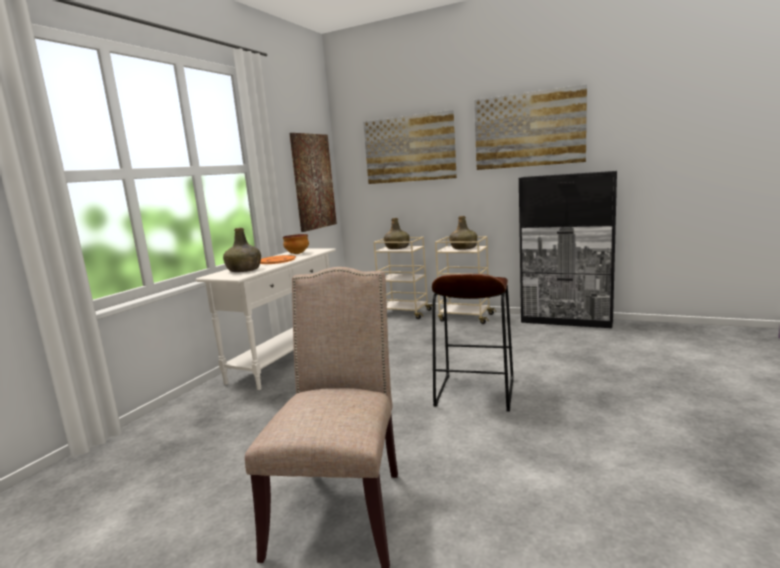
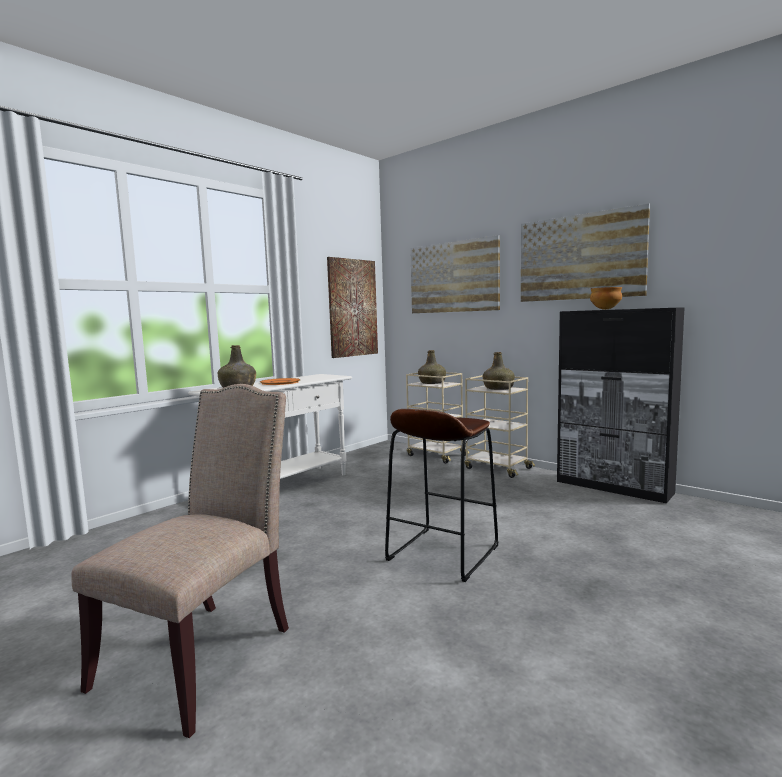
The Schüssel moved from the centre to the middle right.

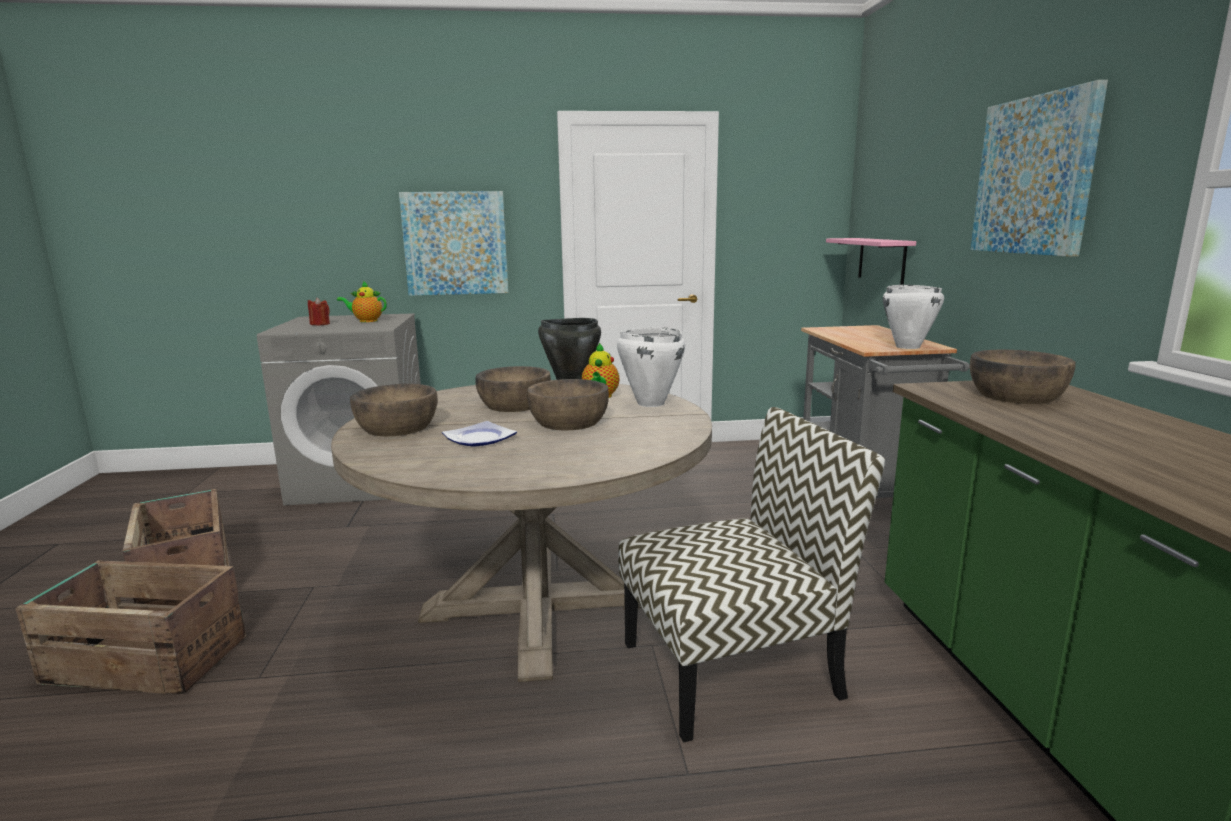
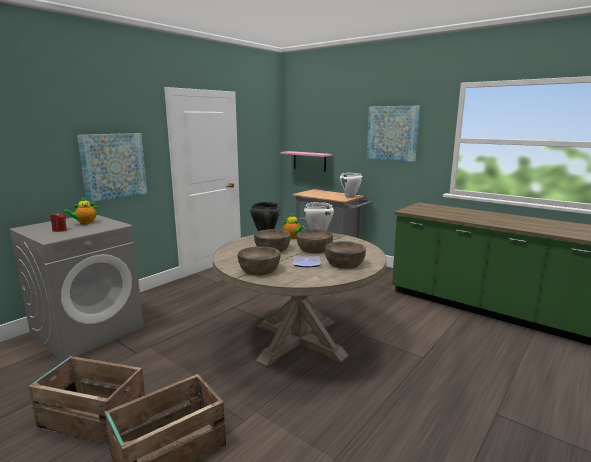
The Stuhl at the bottom centre disappeared. The Schüssel (braun) (4th from left) moved from the middle right to the centre.

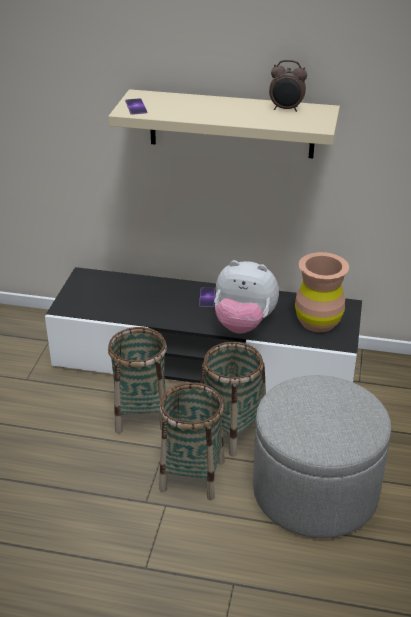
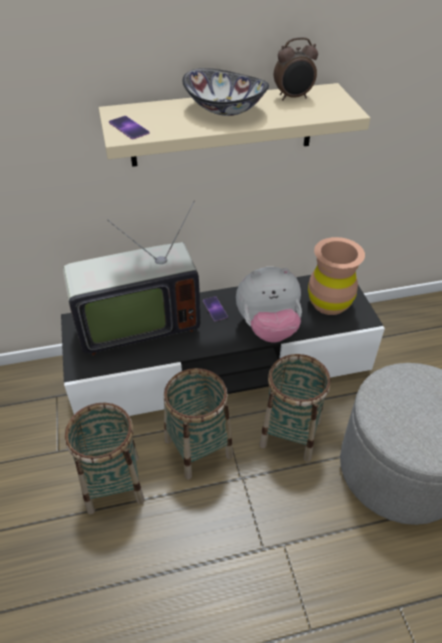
The Korb (2nd from left in the first image) moved from the bottom centre to the bottom left. The Fernseher at the middle left appeared. The Schüssel at the top centre appeared.

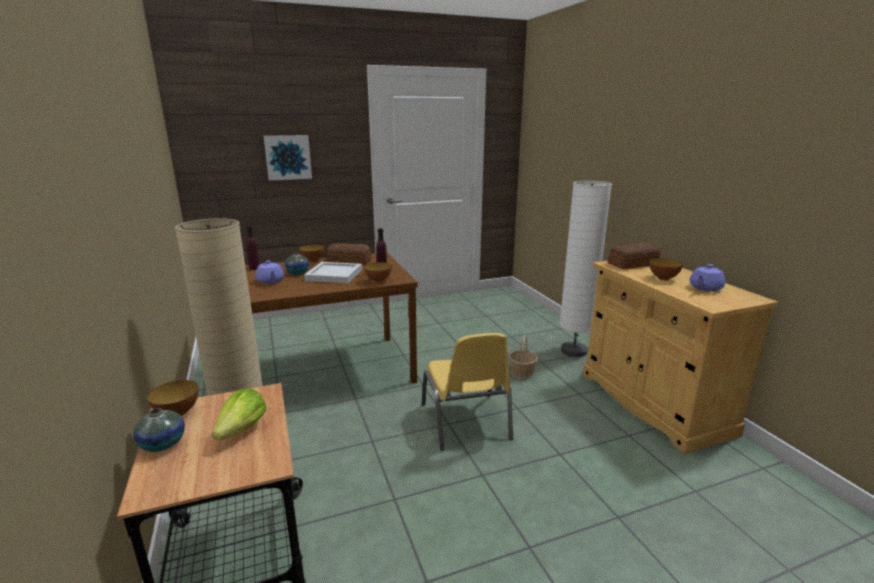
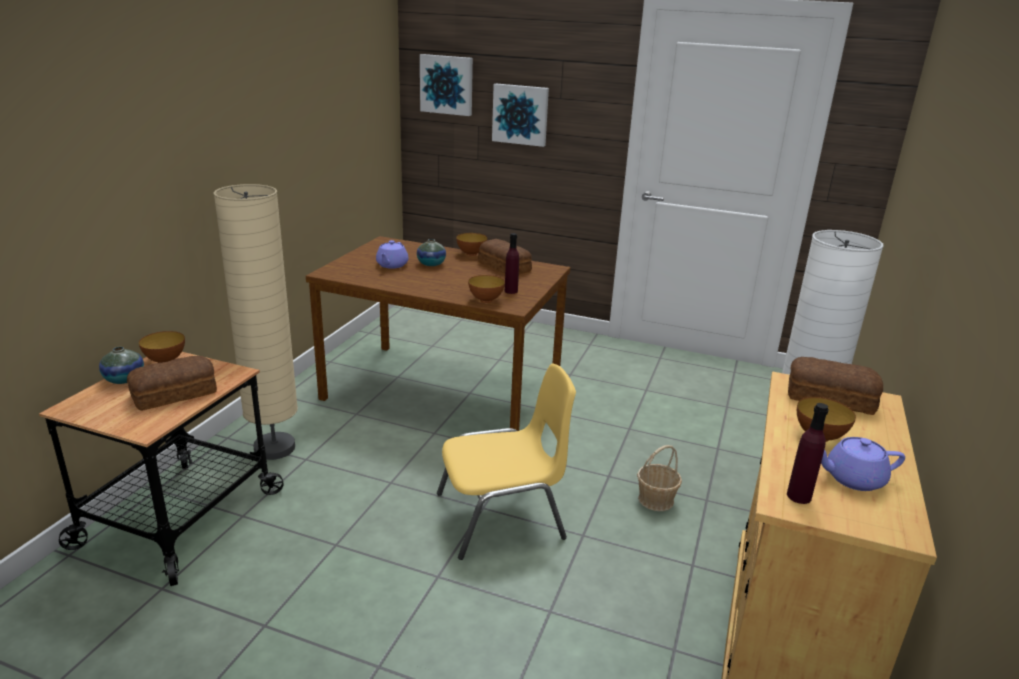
The Salatkopf at the bottom left was replaced by the Brot (1st from left) at the middle left. The Flasche (lila) (1st from left in the first image) moved from the middle left to the bottom right. The Tablett (weiß) at the centre disappeared. The Stuhl (gelb) at the bottom centre turned 135 degrees counterclockwise. The Bild (1st from left) at the top centre appeared.

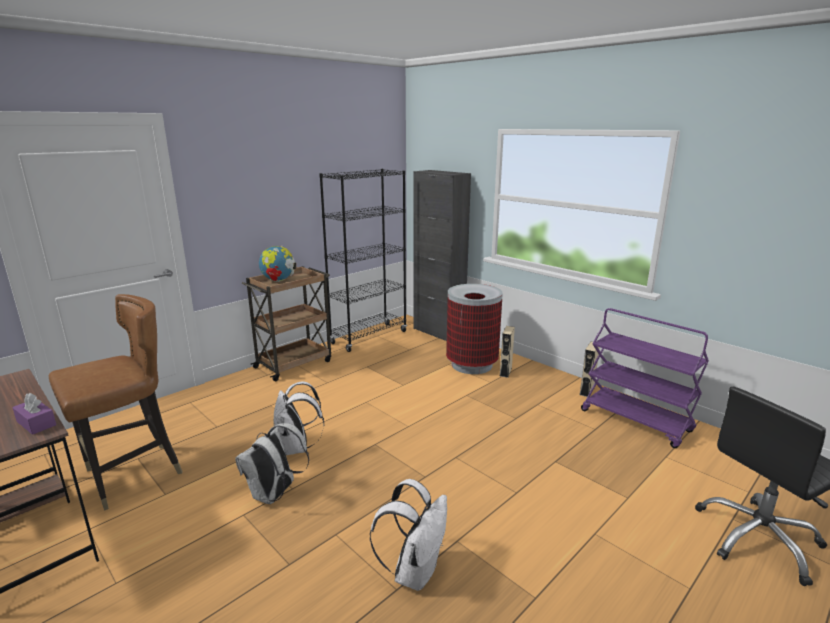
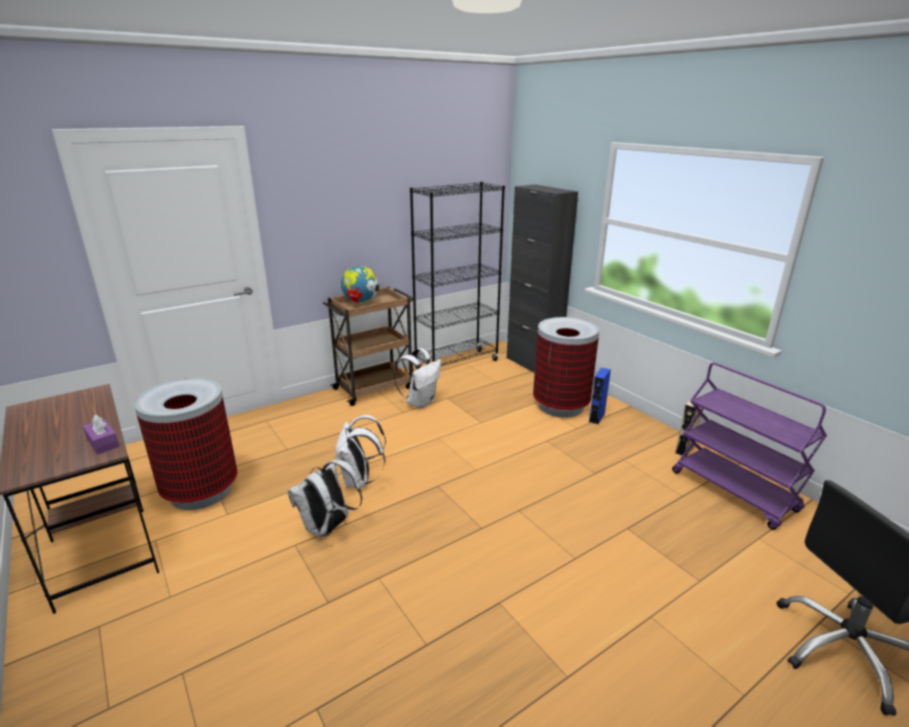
The Stuhl (braun) at the middle left was replaced by the Mülleimer (1st from left) at the middle left. The Rucksack (weiß) (3rd from left) moved from the bottom centre to the centre. The Lautsprecher (beige) (1st from left) at the centre became the Lautsprecher (blau) at the centre.

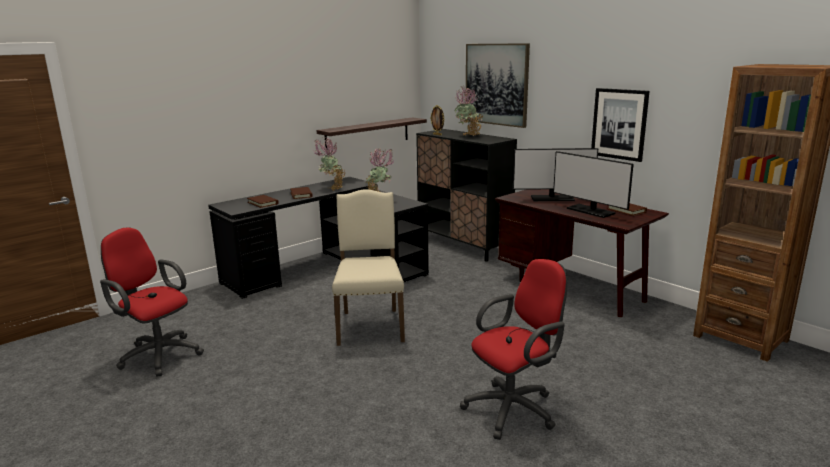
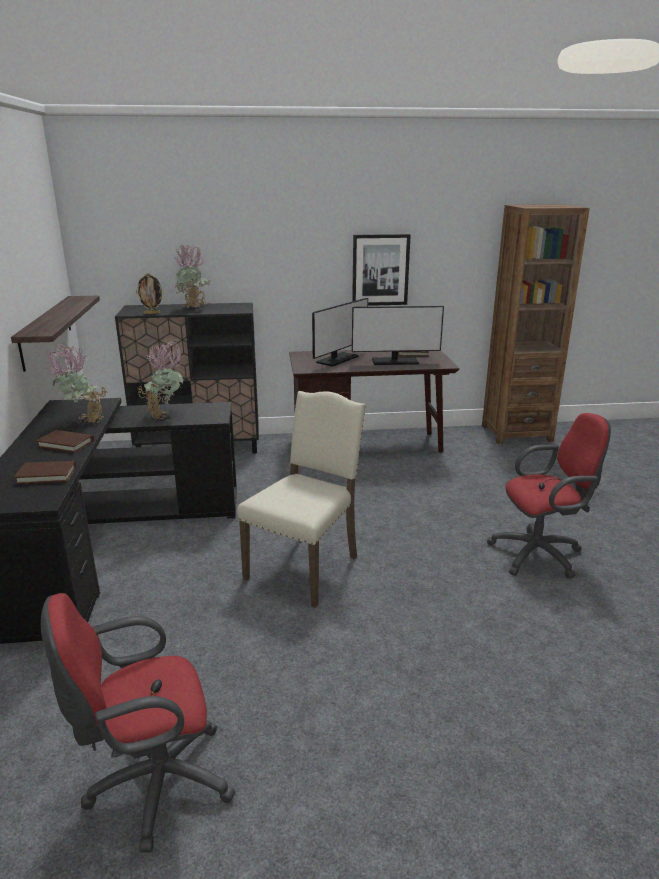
The Stuhl (beige) at the centre turned 90 degrees clockwise. The Bürostuhl (rot) (2nd from left) at the bottom centre turned 75 degrees clockwise. The Bild (1st from left) at the top centre disappeared.

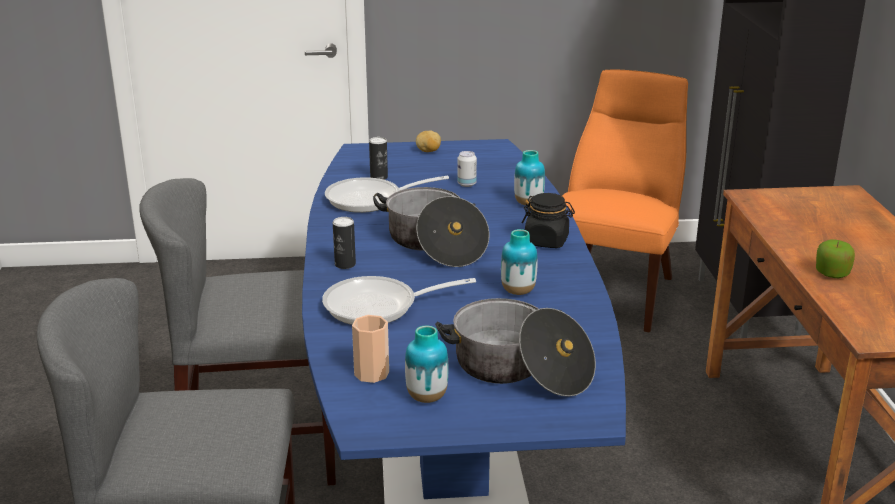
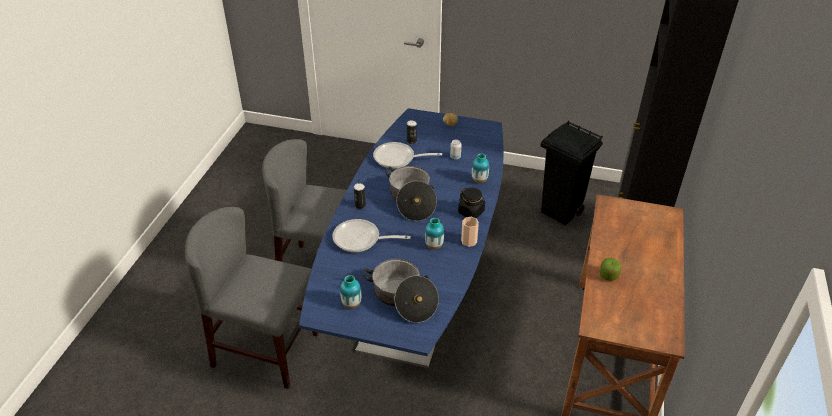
The Tasse moved from the bottom centre to the centre. The Stuhl (orange) at the middle right was replaced by the Mülleimer (schwarz) at the middle right.

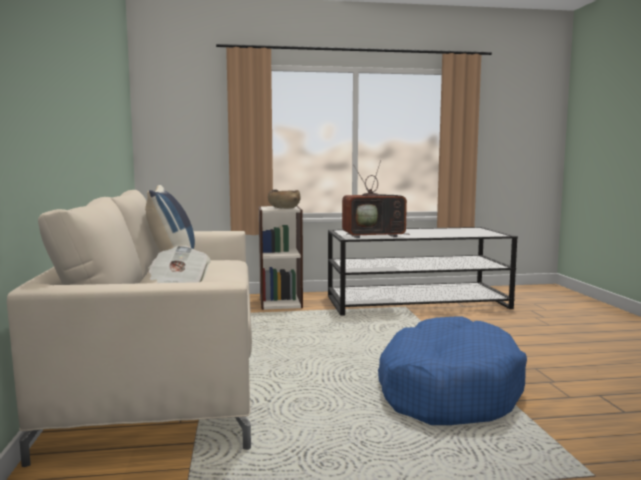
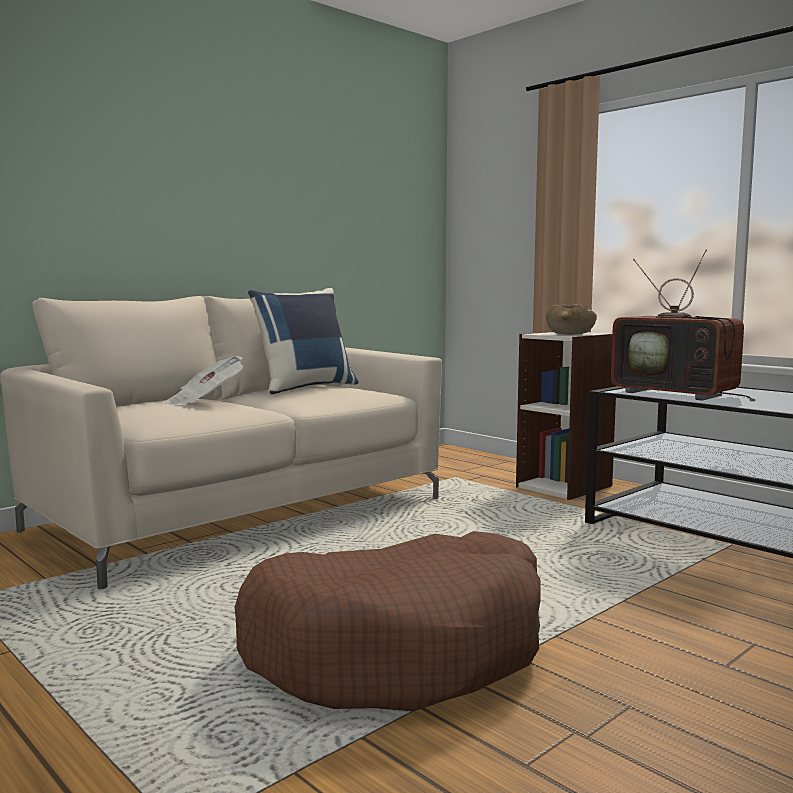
The Hundebett (blau) at the bottom right became the Hundebett (braun) at the bottom centre.

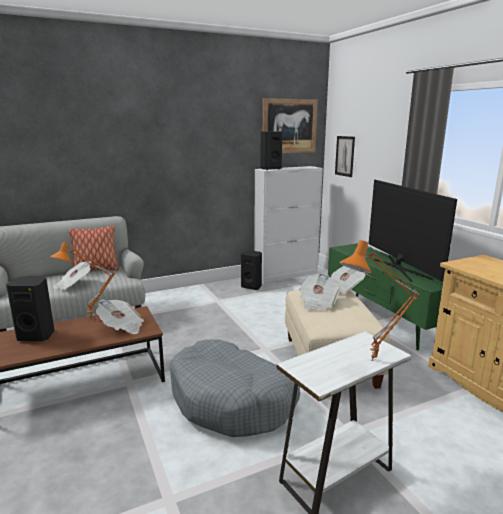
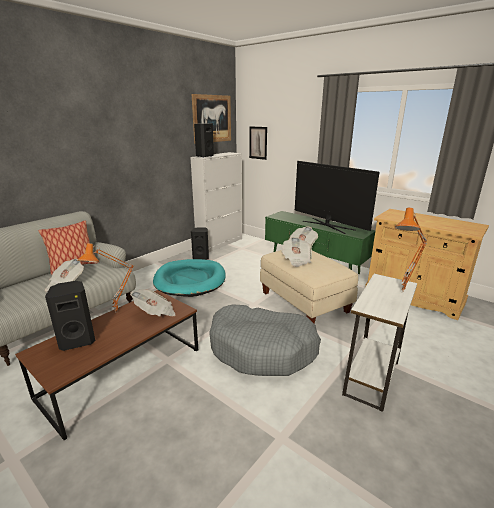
The Hundebett (türkis) at the centre appeared.

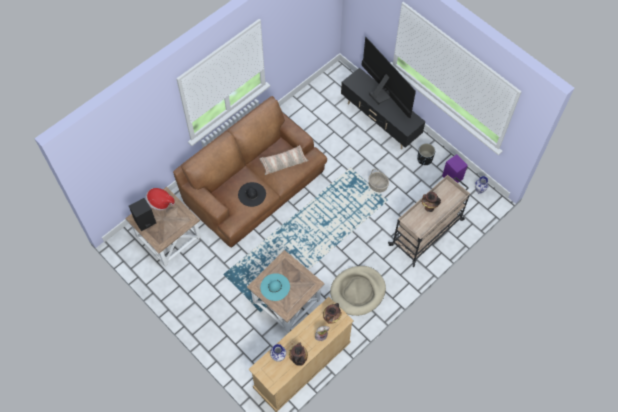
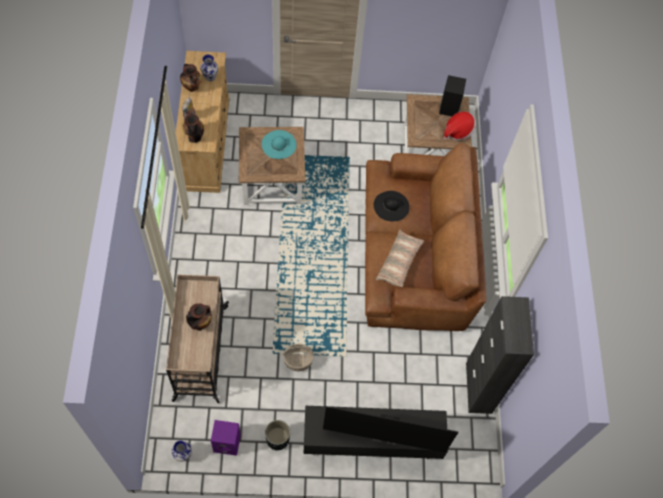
The Hundebett (beige) at the bottom centre disappeared. The Schrank (schwarz) at the bottom right appeared.

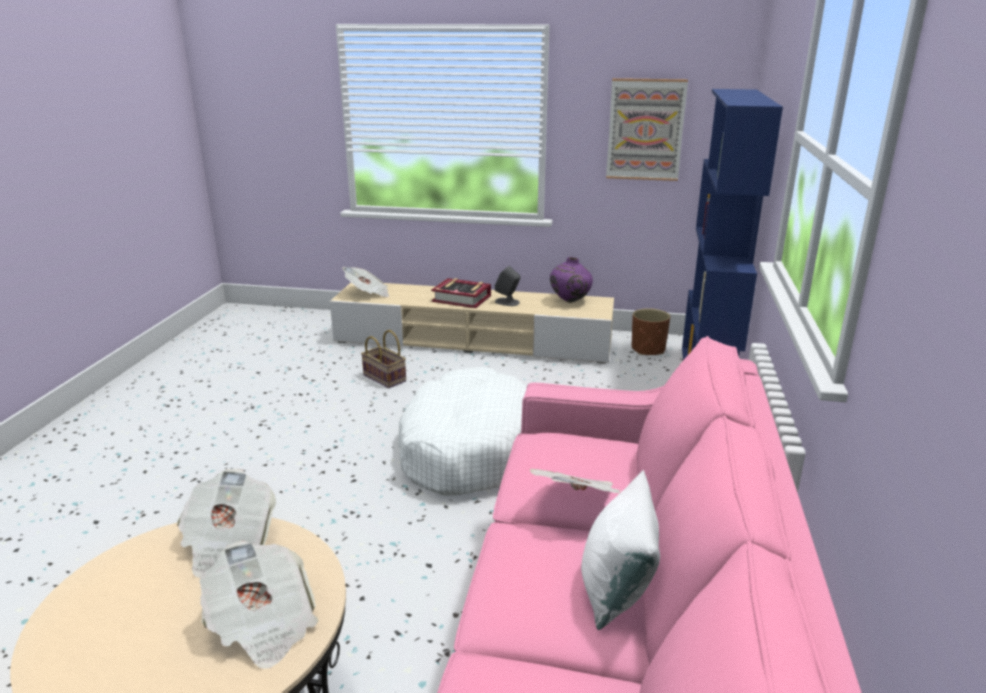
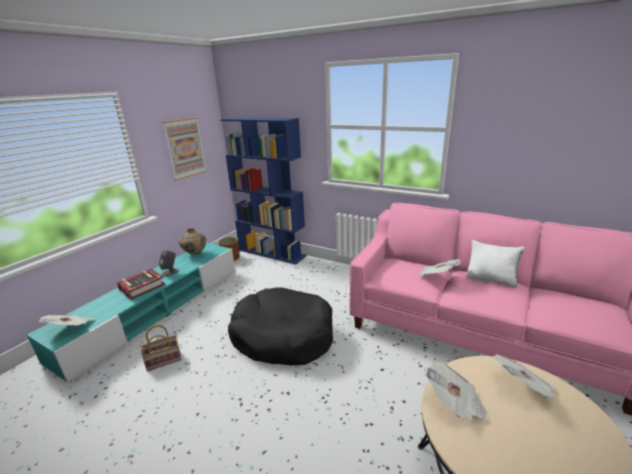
The Fernsehschrank (beige) at the centre became the Fernsehschrank (türkis) at the middle left. The Hundebett (weiß) at the centre became the Hundebett (schwarz) at the bottom centre. The Vase (lila) at the centre became the Vase (beige) at the middle left.

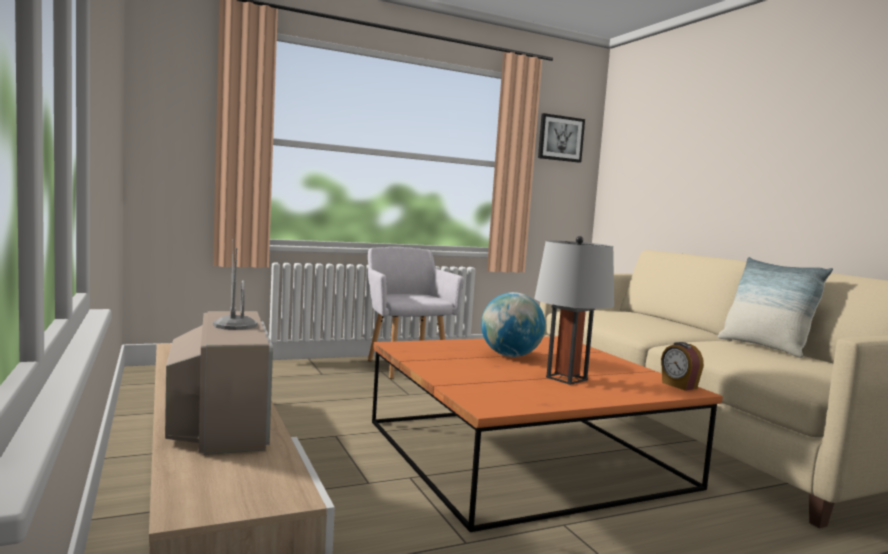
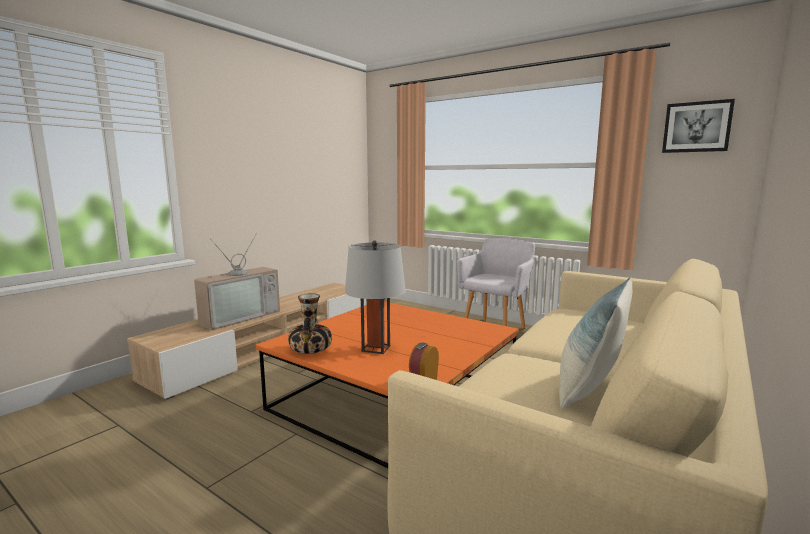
The Globus at the centre disappeared. The Vase at the centre appeared.

